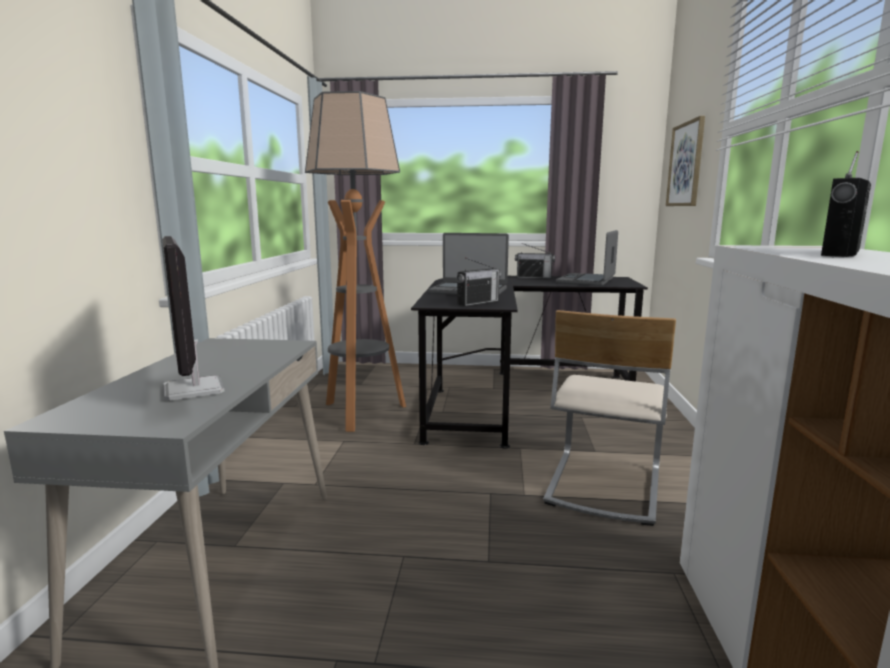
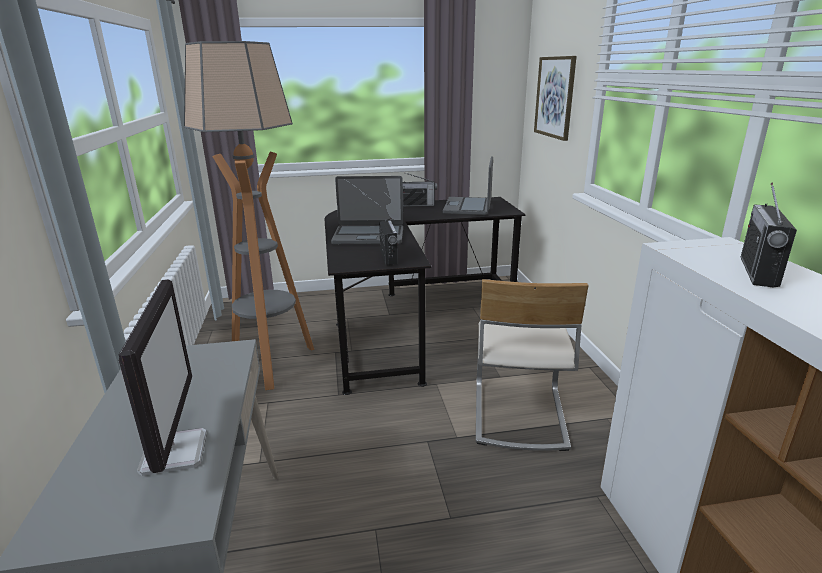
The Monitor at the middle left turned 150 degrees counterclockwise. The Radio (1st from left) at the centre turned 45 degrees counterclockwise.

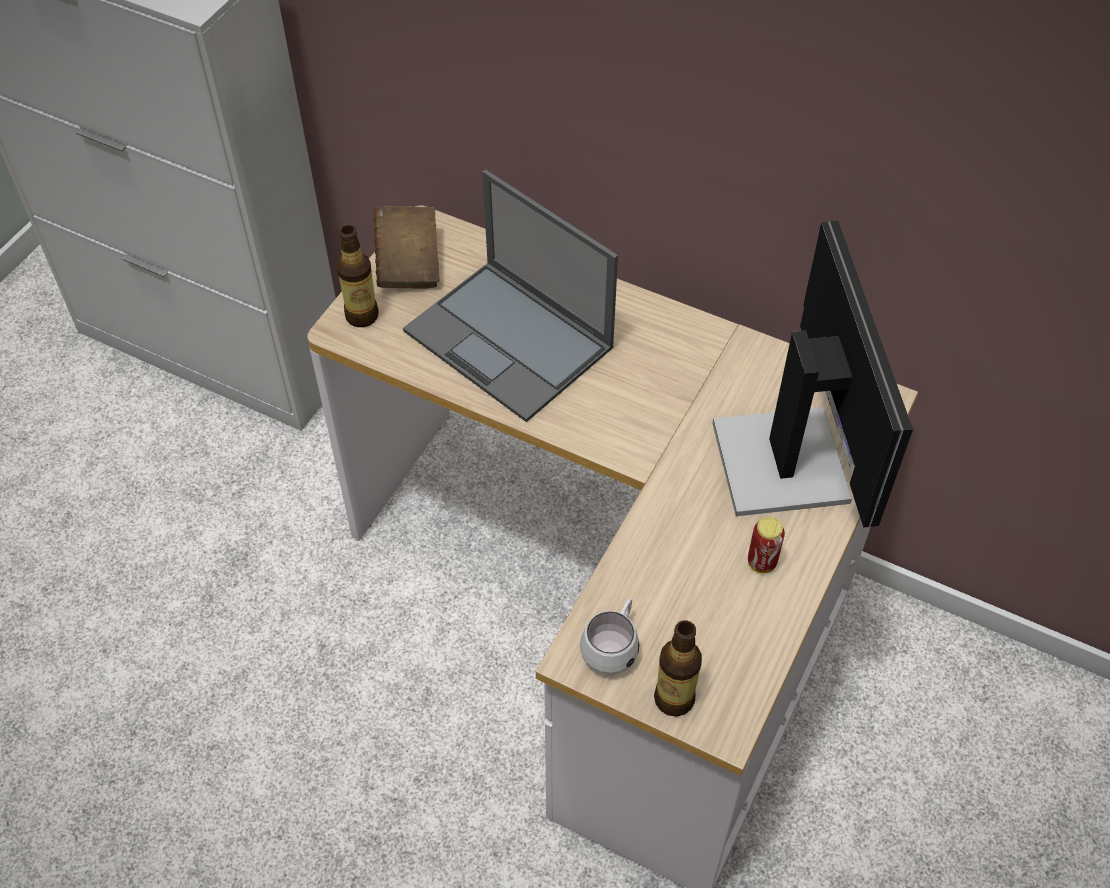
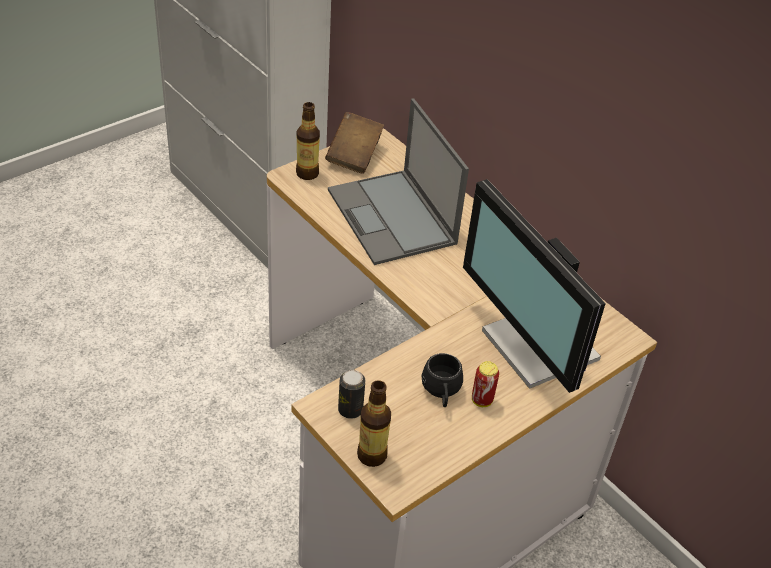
The Henkelbecher (weiß) at the bottom centre was replaced by the Dose (1st from left) at the bottom centre. The Monitor at the middle right turned 135 degrees clockwise. The Henkelbecher (schwarz) at the bottom centre appeared.

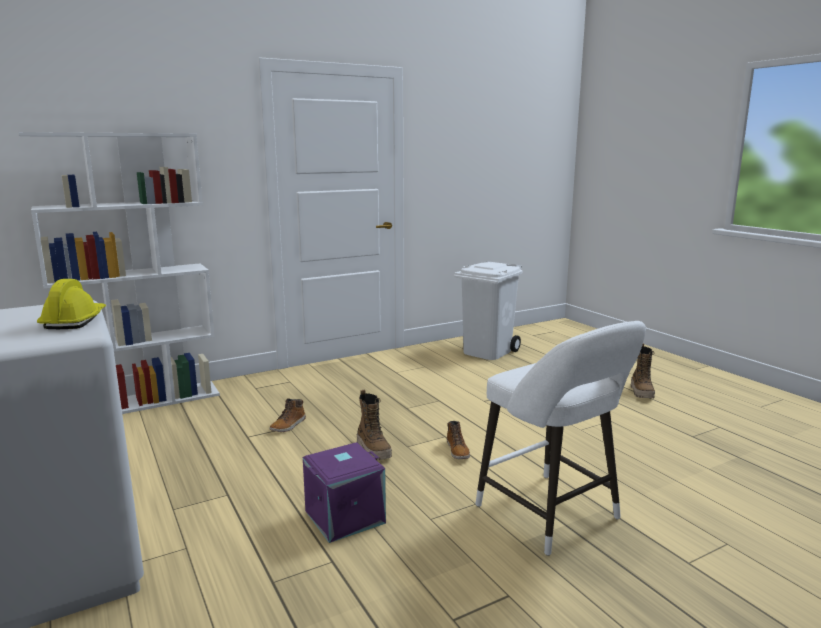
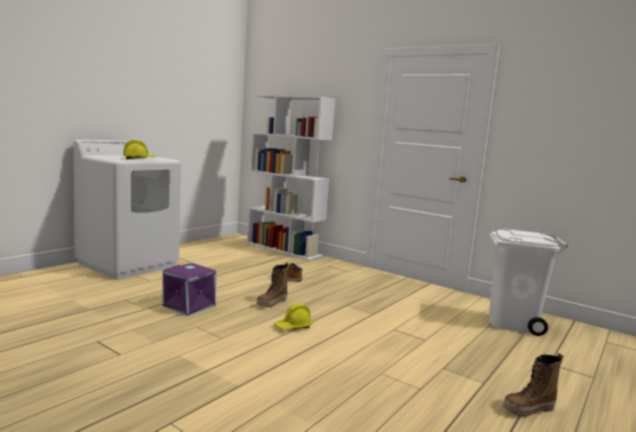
The Stiefel (3rd from left) at the bottom centre was replaced by the Schutzhelm (gelb) (2nd from left) at the bottom centre. The Hocker (weiß) at the bottom right disappeared.

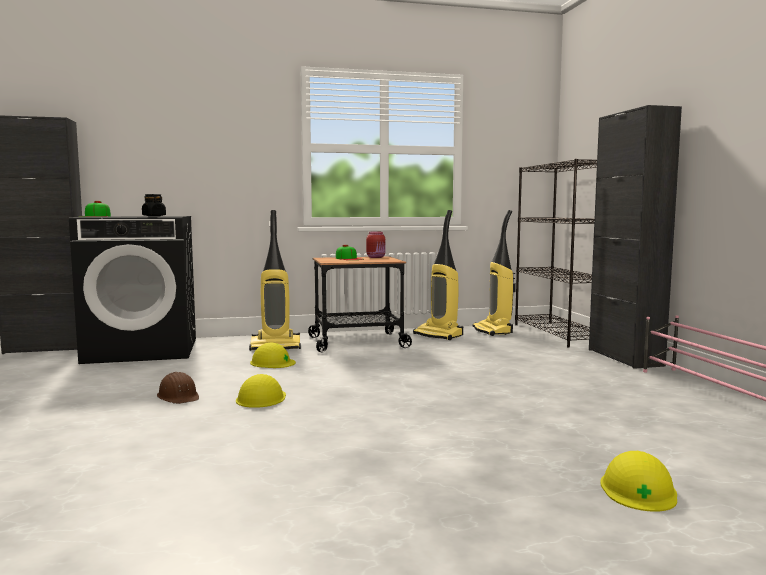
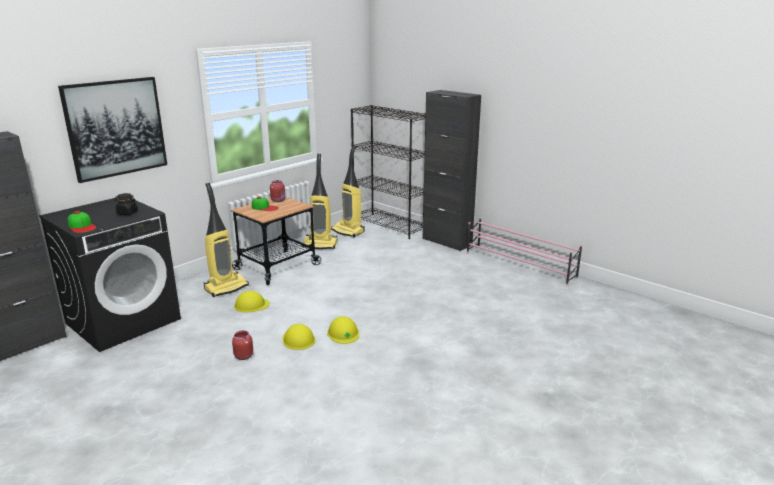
The Schutzhelm (braun) at the bottom left was replaced by the Vorratsglas (rot) (1st from left) at the bottom left. The Schutzhelm (gelb) (3rd from left) moved from the bottom right to the bottom centre. The Bild at the top left appeared.

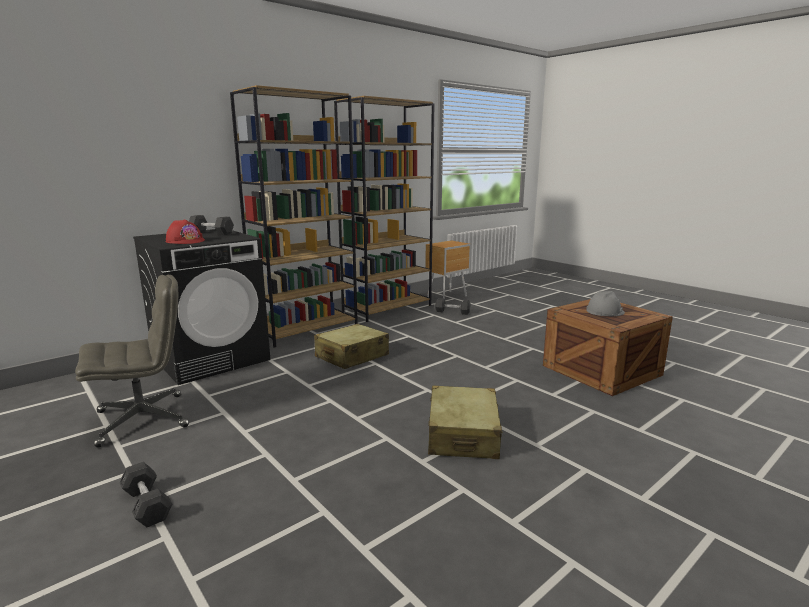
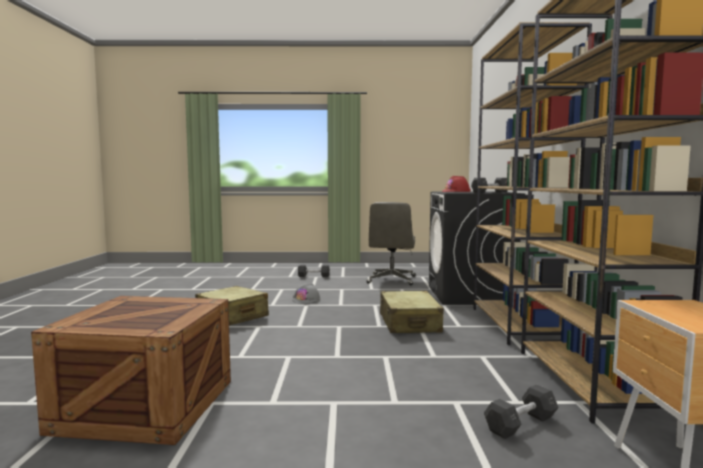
The Schutzhelm (grau) moved from the middle right to the centre.

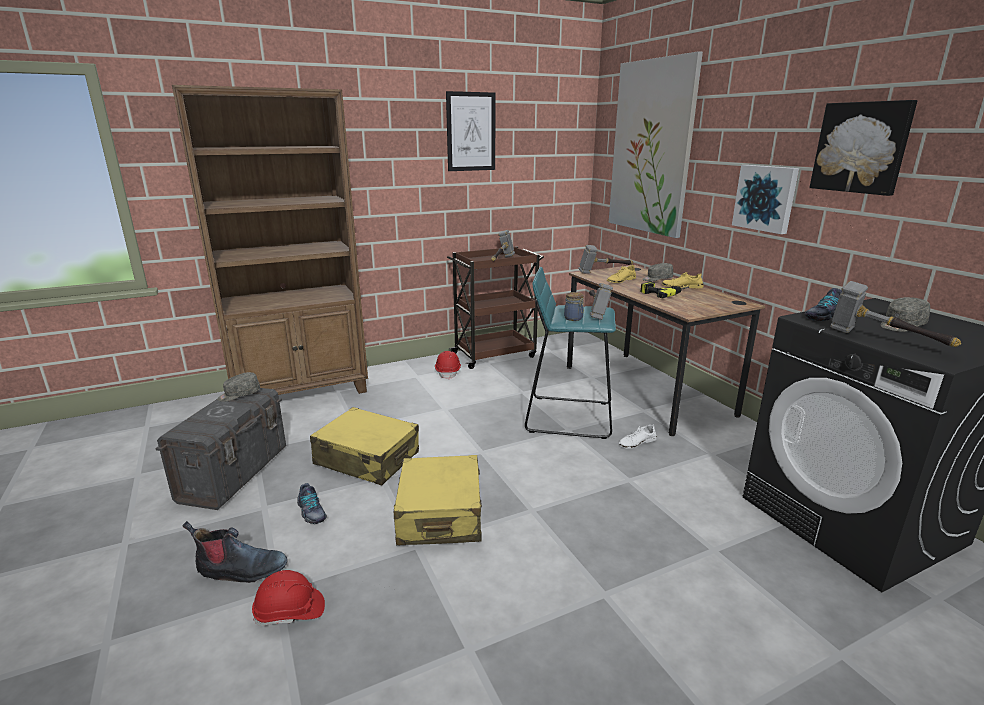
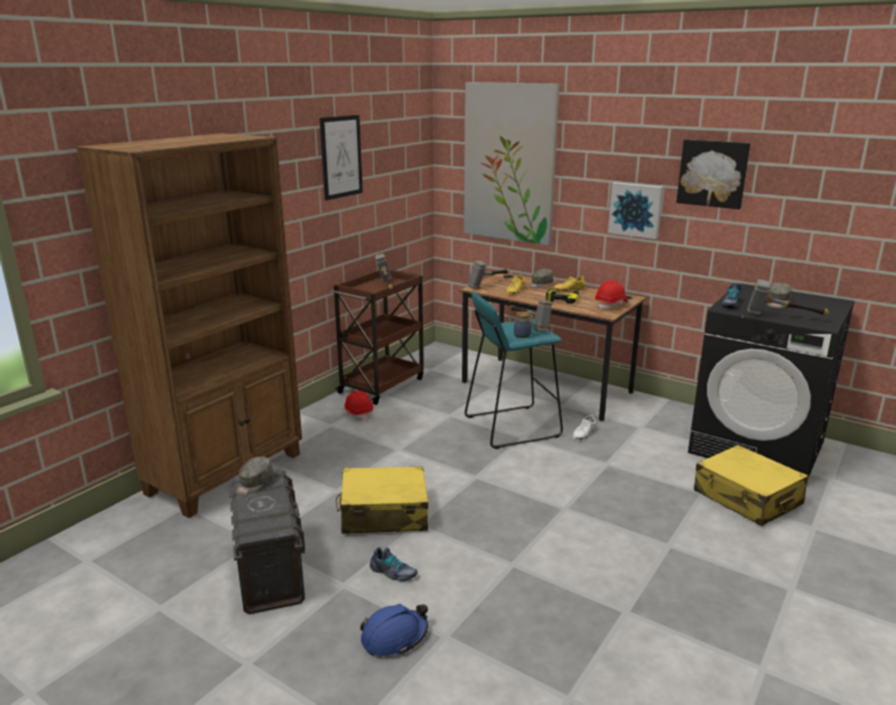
The Stiefel at the bottom left was replaced by the Schutzhelm (blau) at the bottom centre. The Schutzhelm (rot) (1st from left in the first image) moved from the bottom left to the middle right. The Koffer (gelb) (2nd from left) moved from the bottom centre to the bottom right.

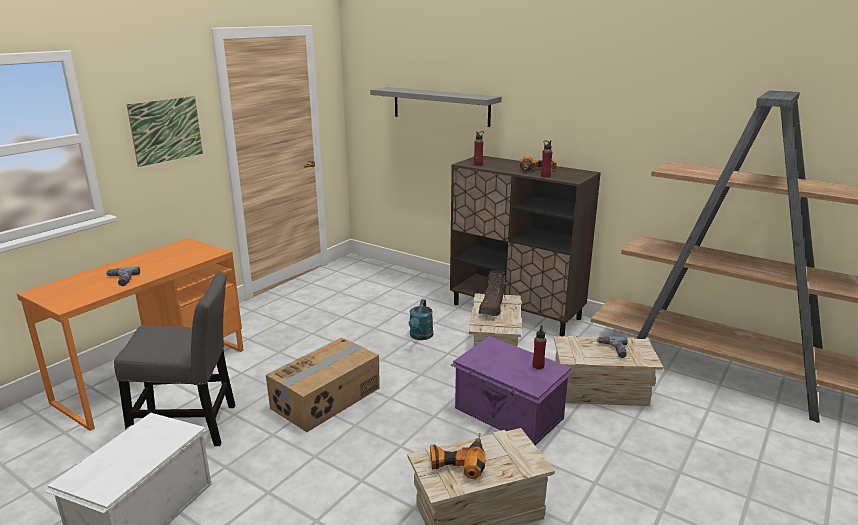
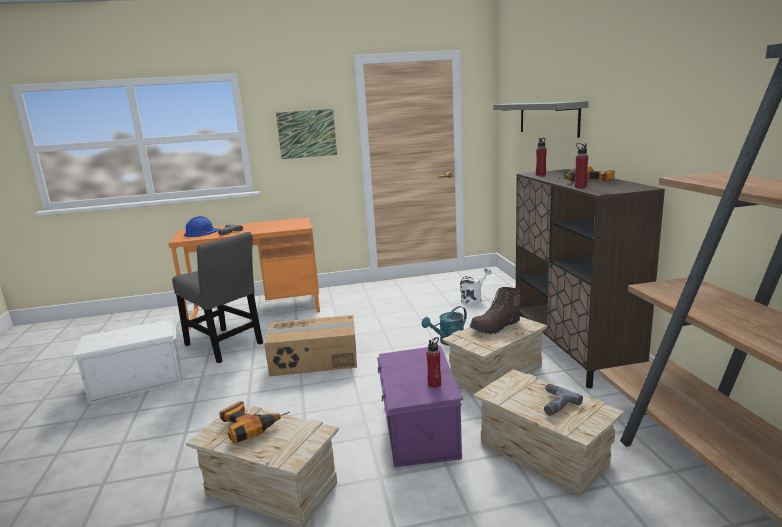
The Schutzhelm (blau) at the middle left appeared. The Gießkanne (weiß) at the centre appeared.

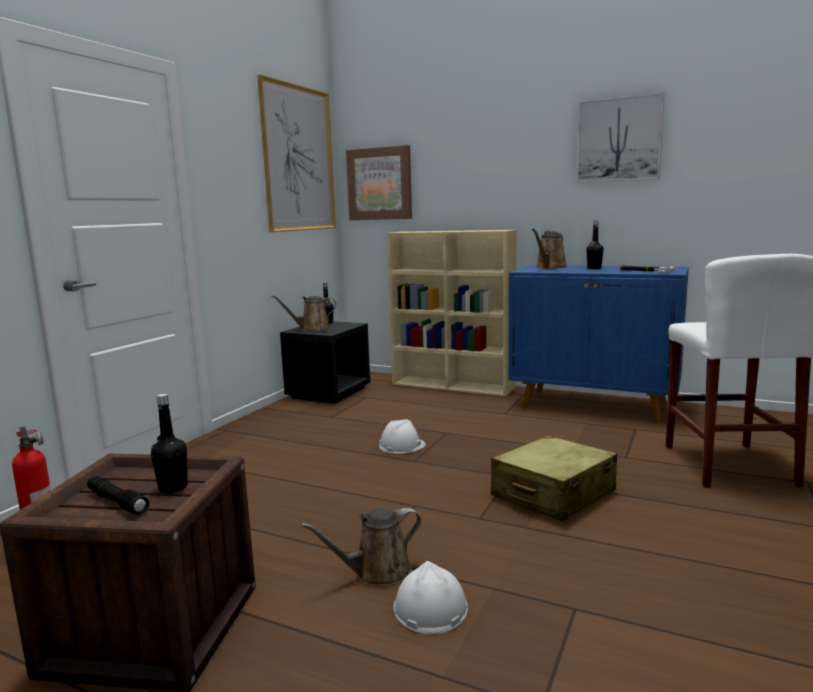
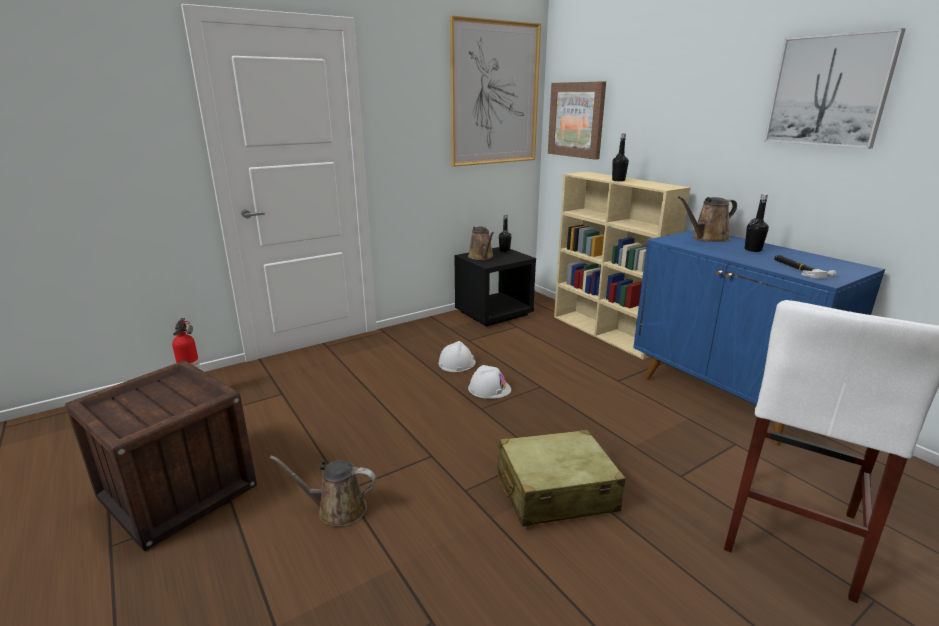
The Taschenlampe (schwarz) at the bottom left disappeared. The Flasche (schwarz) (1st from left in the first image) moved from the middle left to the top centre. The Gießkanne (braun) (1st from left in the first image) at the centre turned 120 degrees counterclockwise. The Schutzhelm (weiß) (2nd from left in the first image) moved from the bottom centre to the centre.

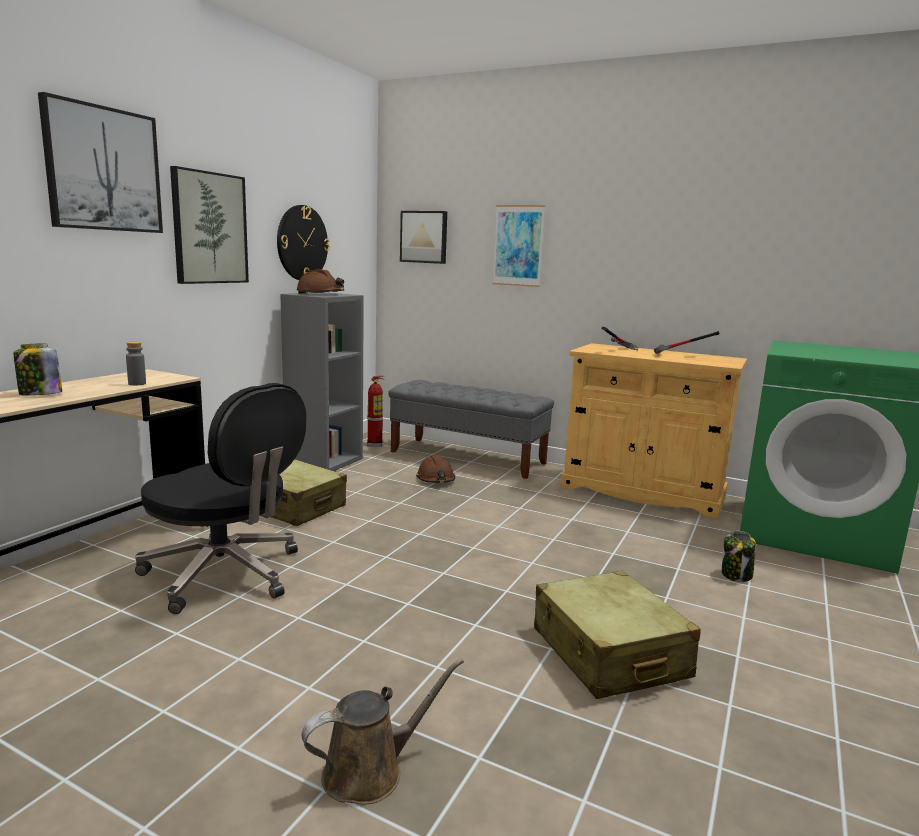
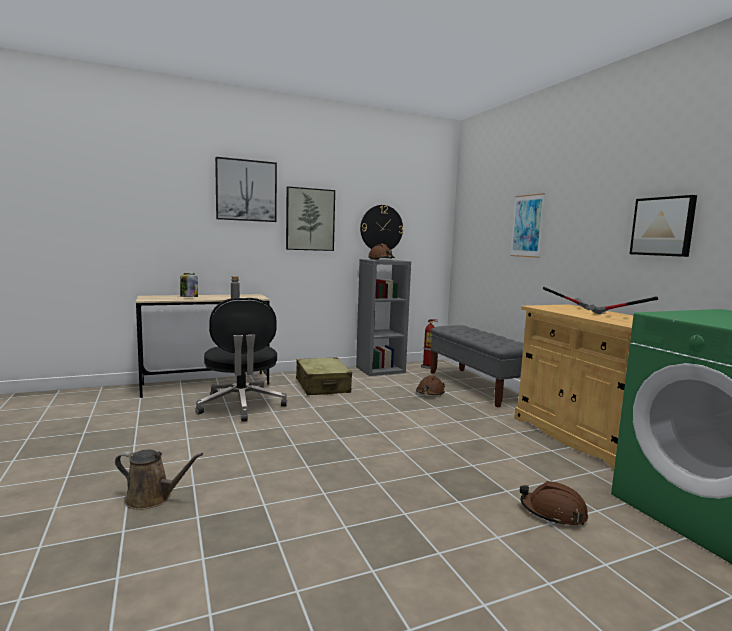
The Bild (3rd from left in the first image) moved from the top centre to the middle right. The Koffer (beige) (2nd from left) at the bottom right disappeared. The Vorratsglas (2nd from left) at the middle right was replaced by the Schutzhelm (braun) (3rd from left) at the bottom right.

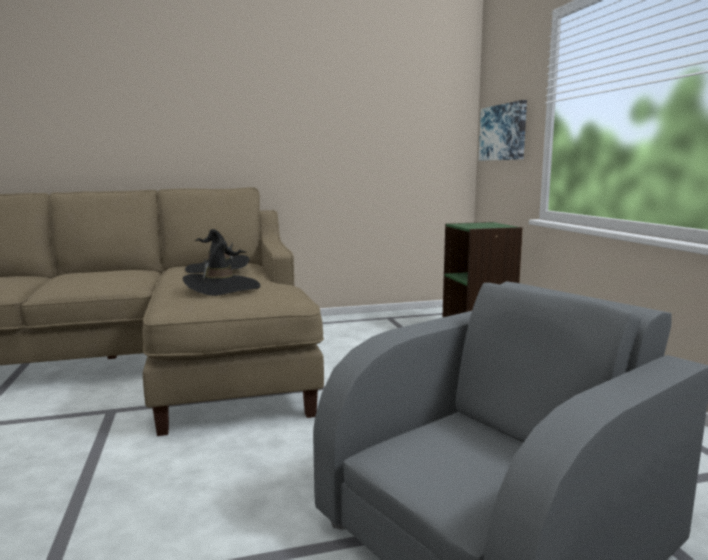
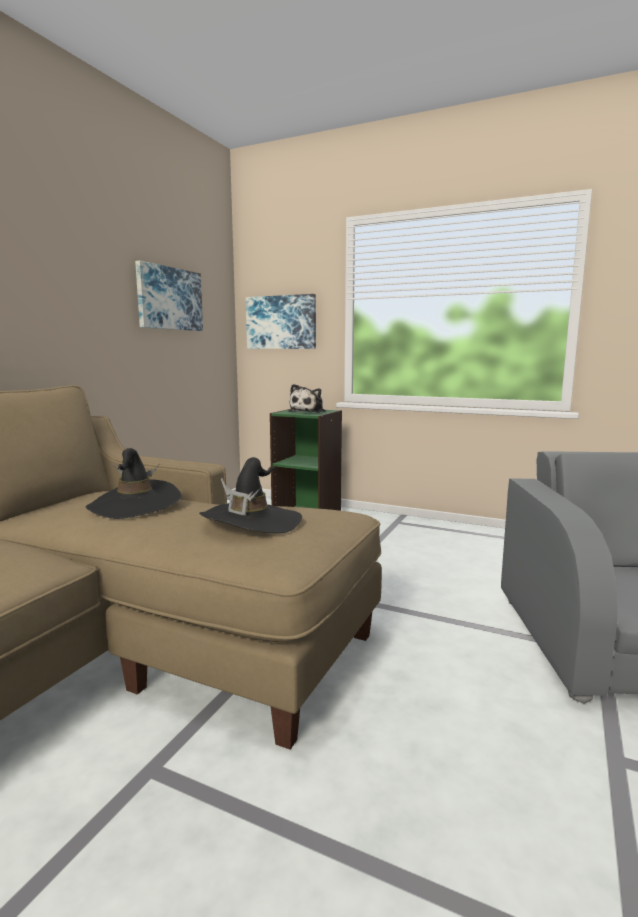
The Bild (1st from left) at the top left appeared. The Plüschtier at the centre appeared.

